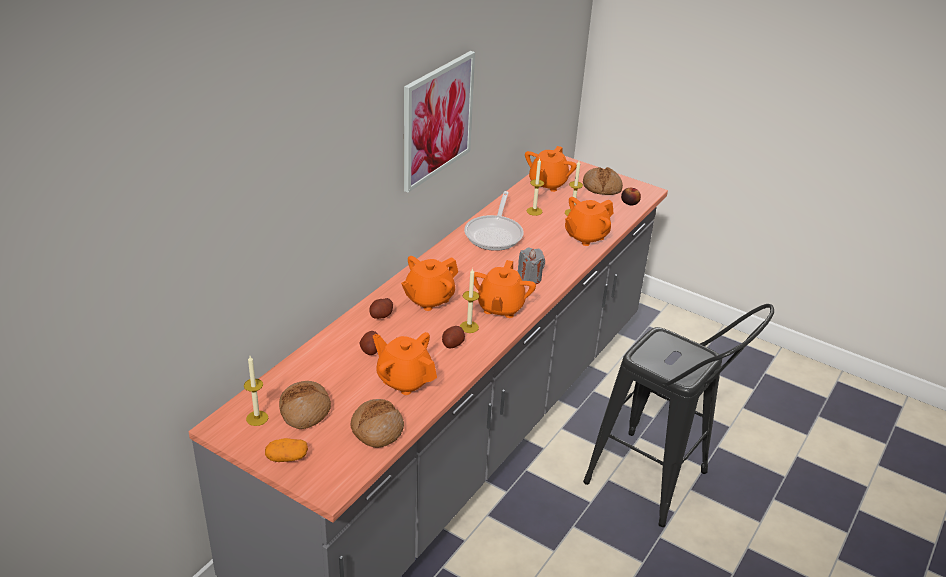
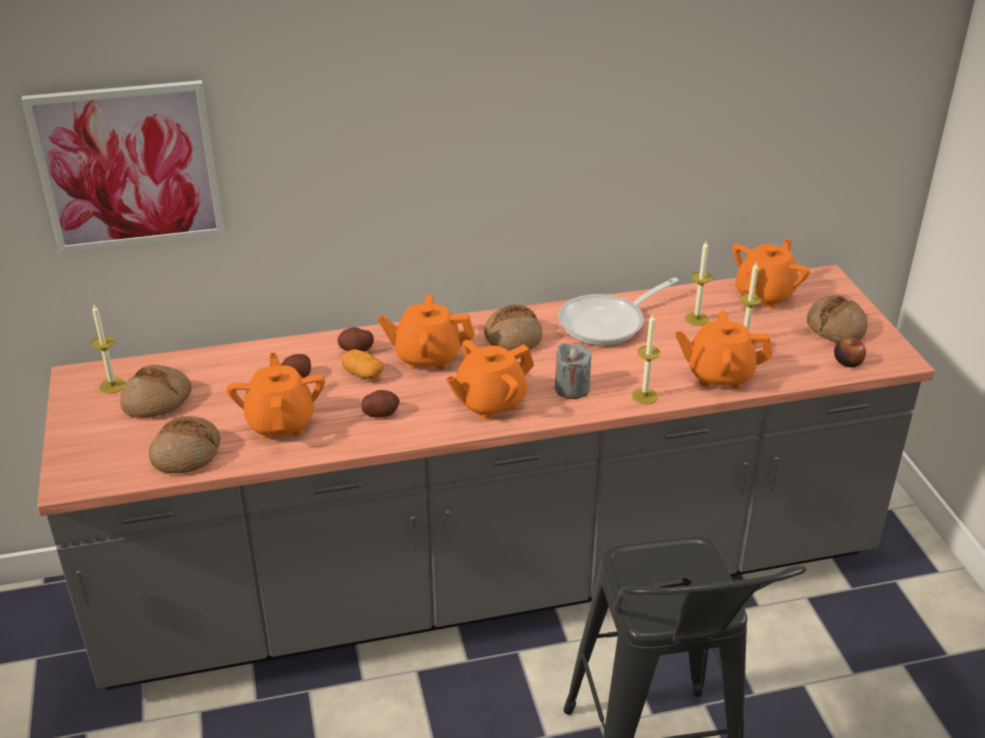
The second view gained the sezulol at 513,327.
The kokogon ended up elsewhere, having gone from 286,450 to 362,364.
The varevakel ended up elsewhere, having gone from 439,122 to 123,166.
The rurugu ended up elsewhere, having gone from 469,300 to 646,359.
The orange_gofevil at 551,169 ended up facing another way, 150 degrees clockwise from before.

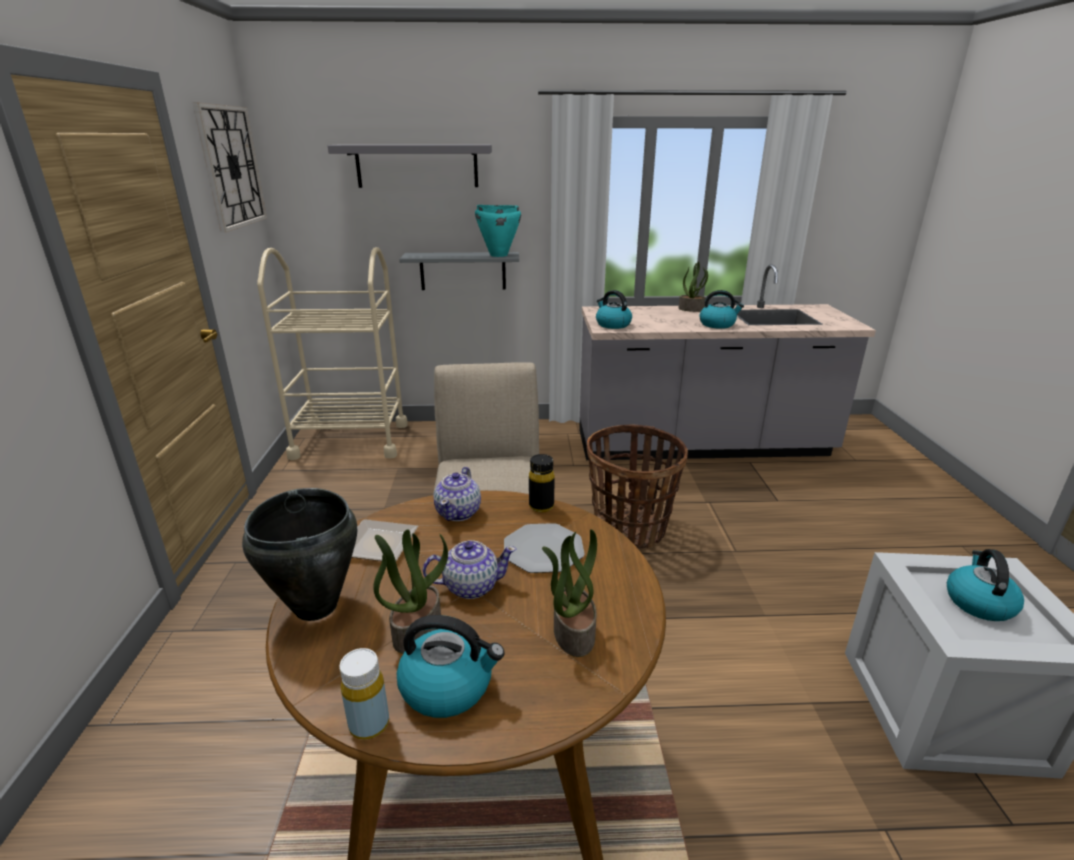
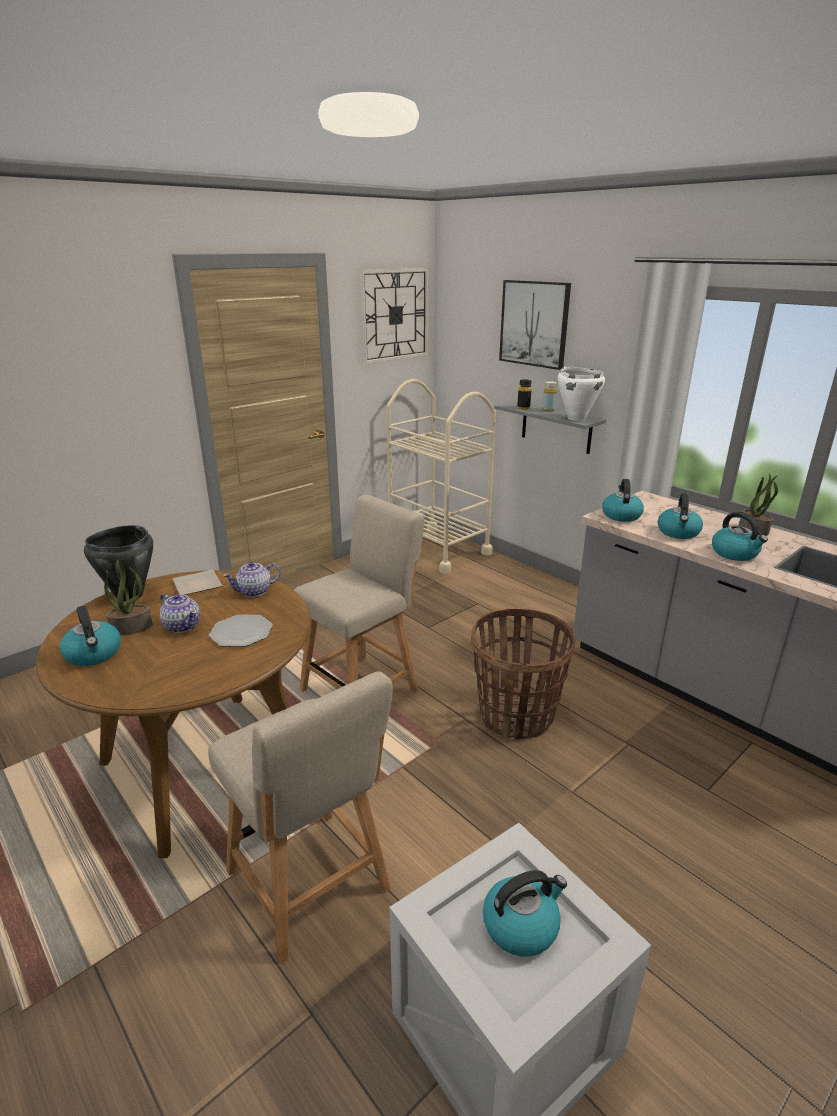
The second view lost the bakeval at 569,593.
The second view gained the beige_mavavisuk at 300,817.
The second view gained the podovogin at 680,516.
The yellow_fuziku ended up elsewhere, having gone from 364,694 to 549,396.
The black_fuziku ended up elsewhere, having gone from 542,483 to 524,394.
Where the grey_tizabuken hung at 410,166, the varevakel came to hang at 535,325.
What was the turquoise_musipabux at 498,231 turned into the white_musipabux at 581,394.

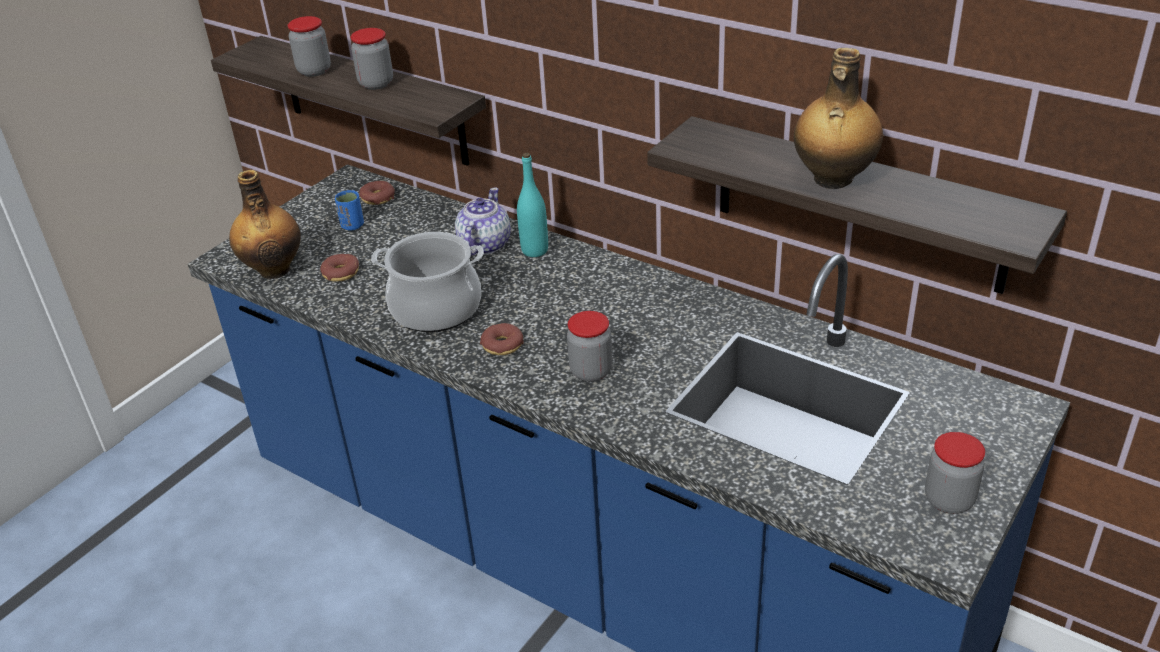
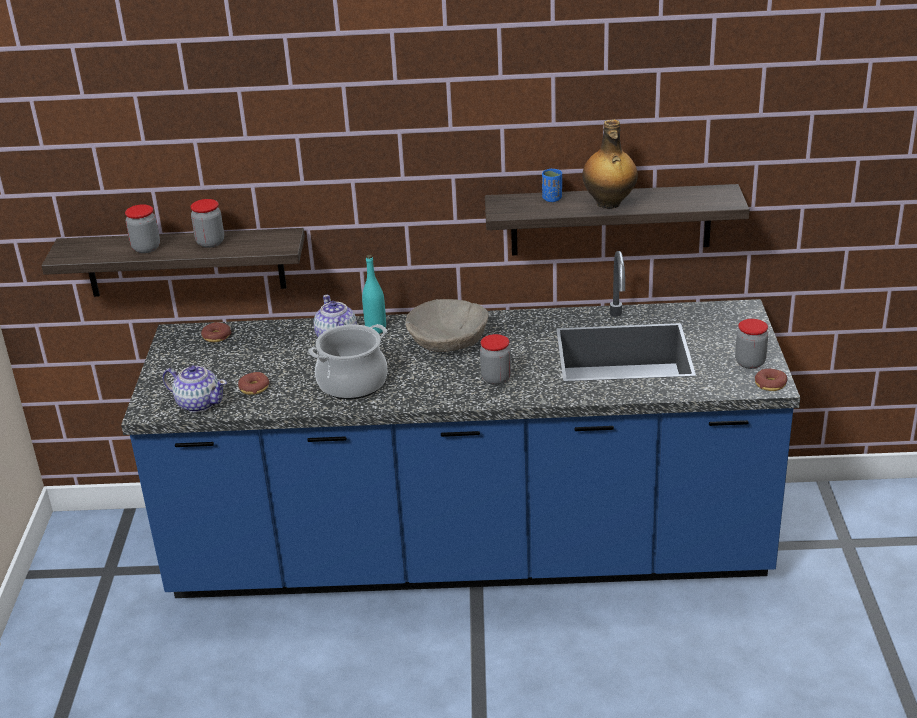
The second view gained the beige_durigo at 447,325.
The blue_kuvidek ended up elsewhere, having gone from 349,210 to 552,185.
The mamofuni ended up elsewhere, having gone from 502,339 to 771,380.
Where the fuziku stood at 265,224, the gofevil came to stand at 195,388.

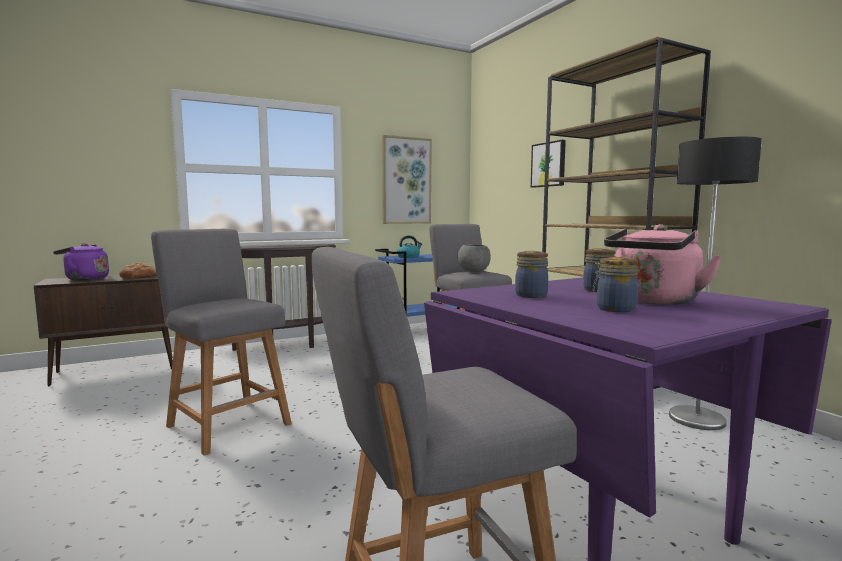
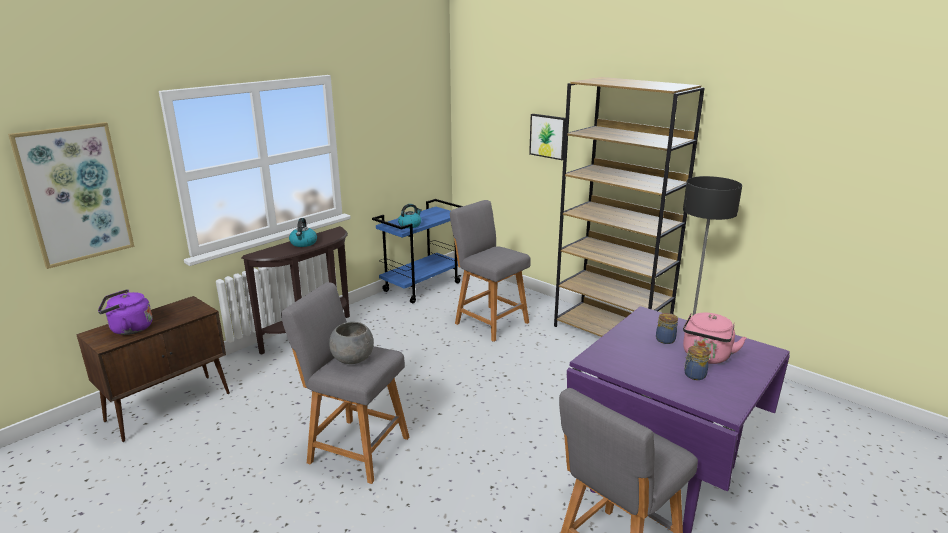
The second view lost the sezulol at 138,271.
The second view lost the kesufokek at 531,274.
The second view gained the podovogin at 303,232.
The varevakel ended up elsewhere, having gone from 407,179 to 71,195.
The grey_durigo ended up elsewhere, having gone from 474,258 to 351,343.

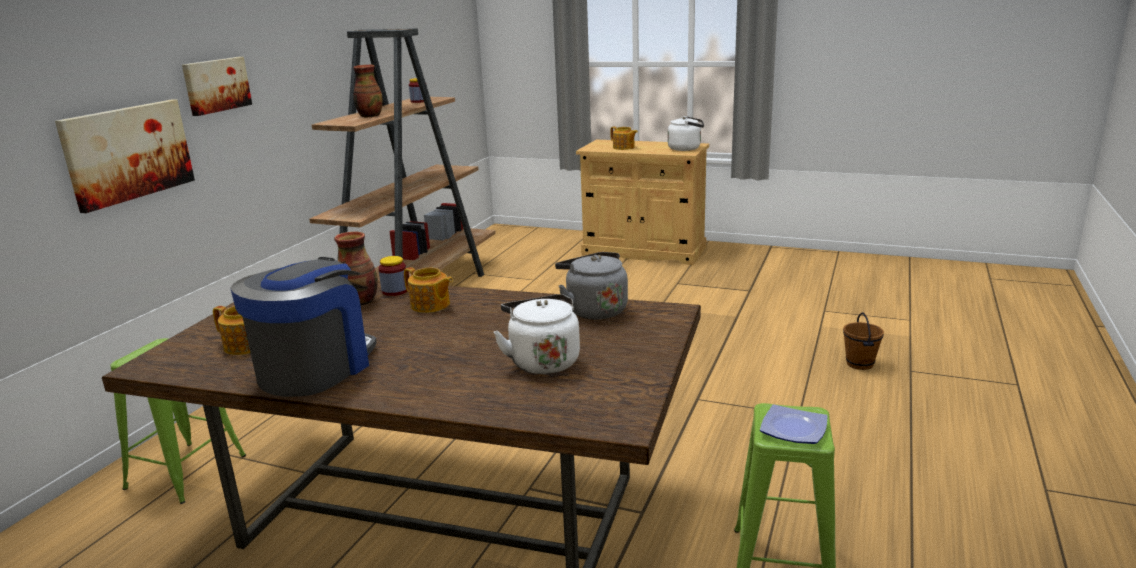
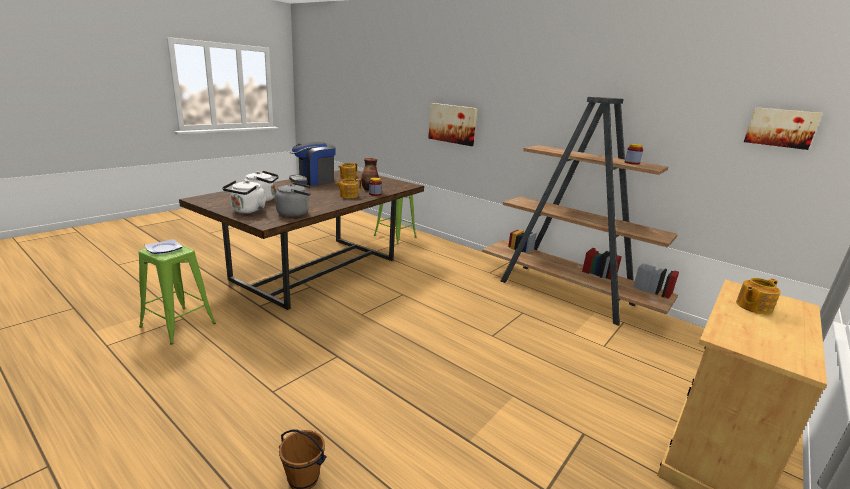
The second view lost the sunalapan at 368,91.
The varevakel ended up elsewhere, having gone from 217,86 to 783,128.
The white_podovogin ended up elsewhere, having gone from 686,133 to 244,197.
The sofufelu at 303,327 ended up facing another way, 105 degrees clockwise from before.

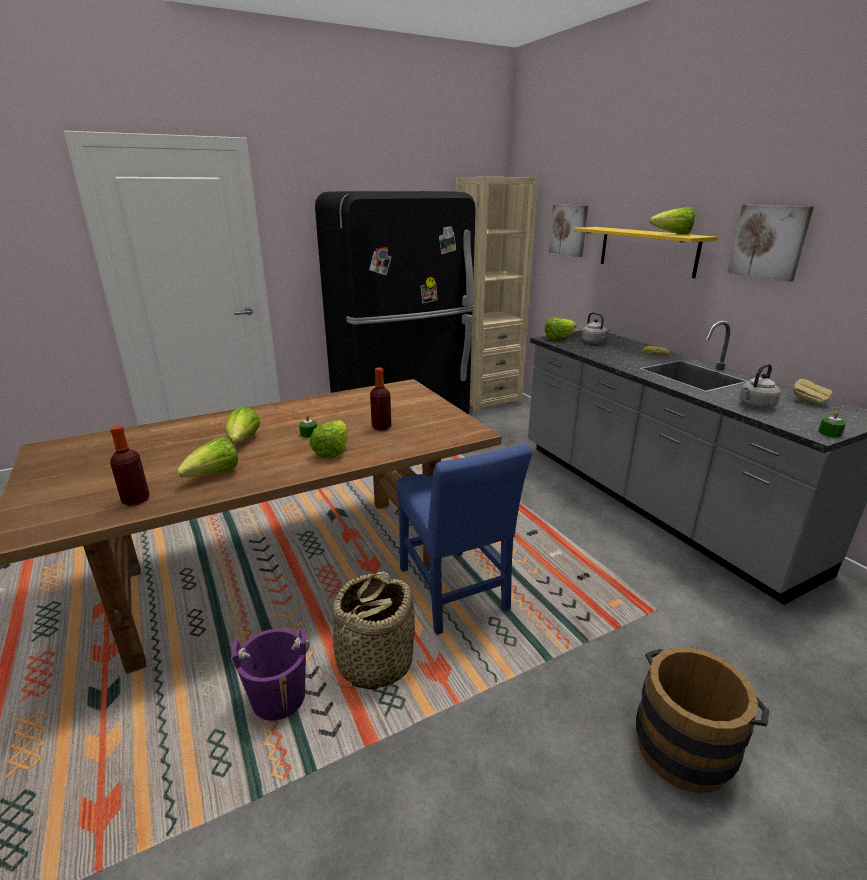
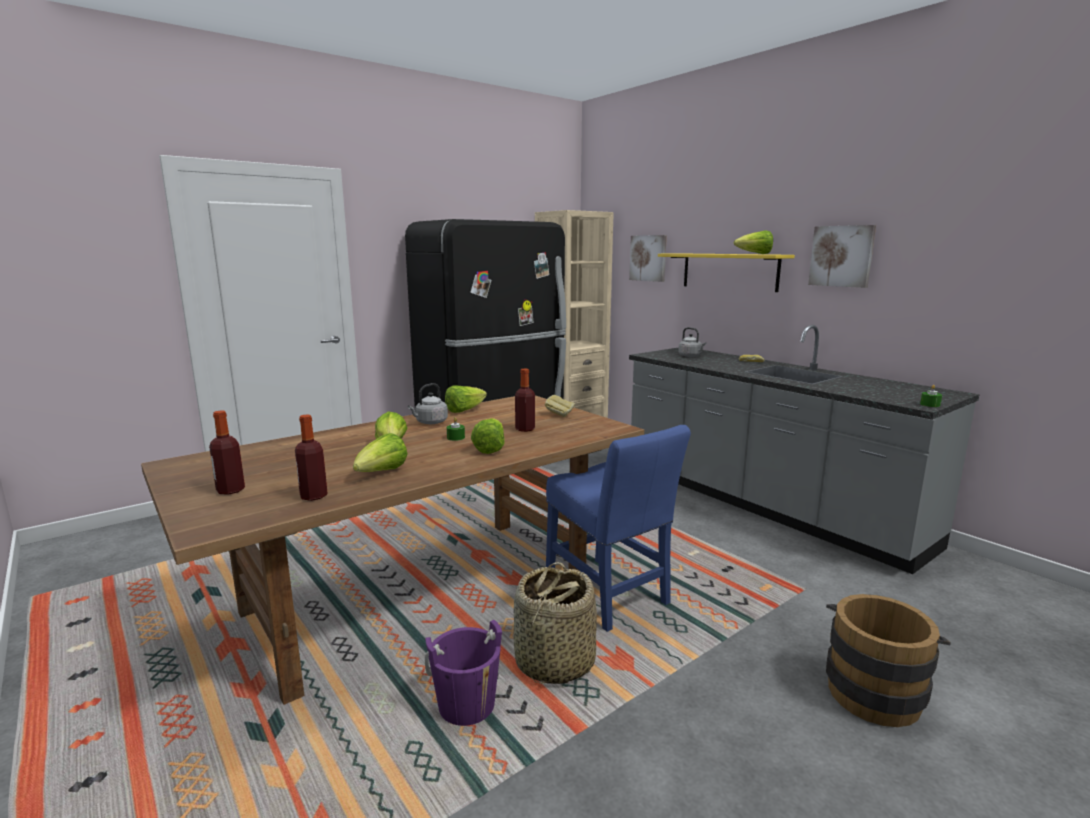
The second view gained the fuziku at 227,452.
The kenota ended up elsewhere, having gone from 561,328 to 466,399.
The grey_podovogin ended up elsewhere, having gone from 760,386 to 428,403.
The sezulol ended up elsewhere, having gone from 812,392 to 560,406.

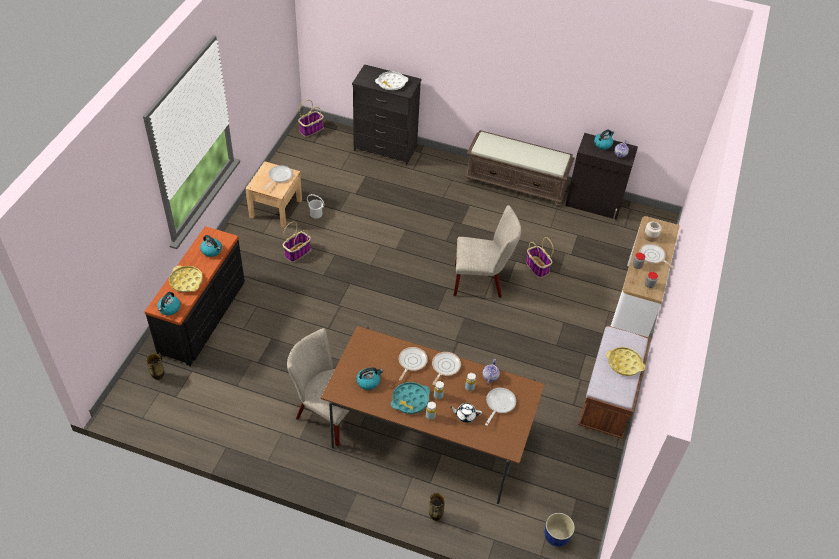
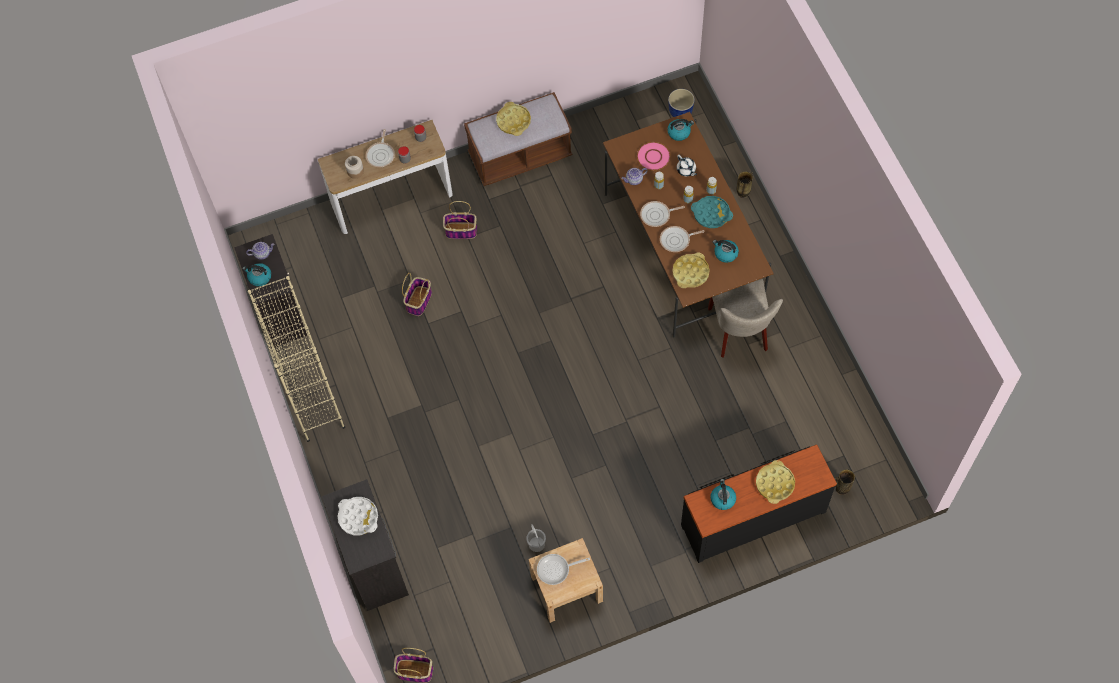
The second view lost the beige_mavavisuk at 487,251.
The second view gained the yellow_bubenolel at 691,270.
The podovogin ended up elsewhere, having gone from 169,303 to 680,130.
The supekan ended up elsewhere, having gone from 297,242 to 460,220.
Where the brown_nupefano stood at 519,168, the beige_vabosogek came to stand at 296,359.
Where the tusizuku stood at 500,407, the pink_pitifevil came to stand at 653,156.

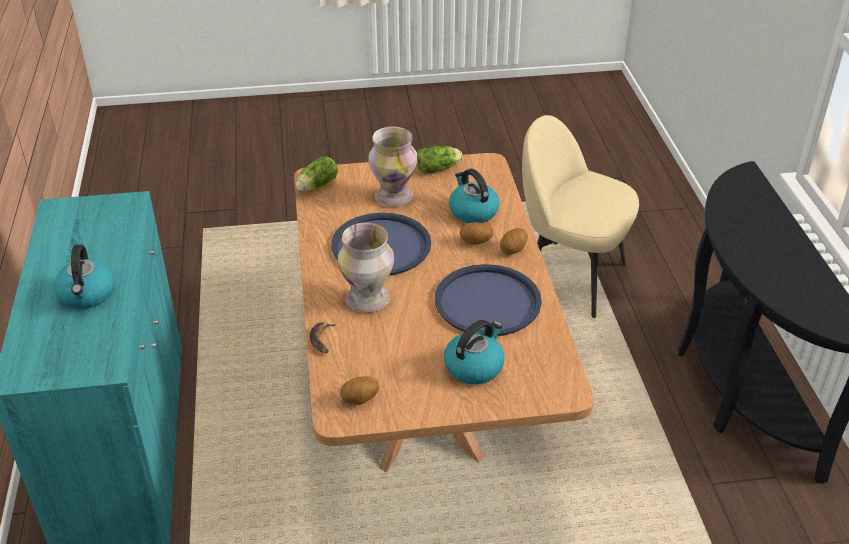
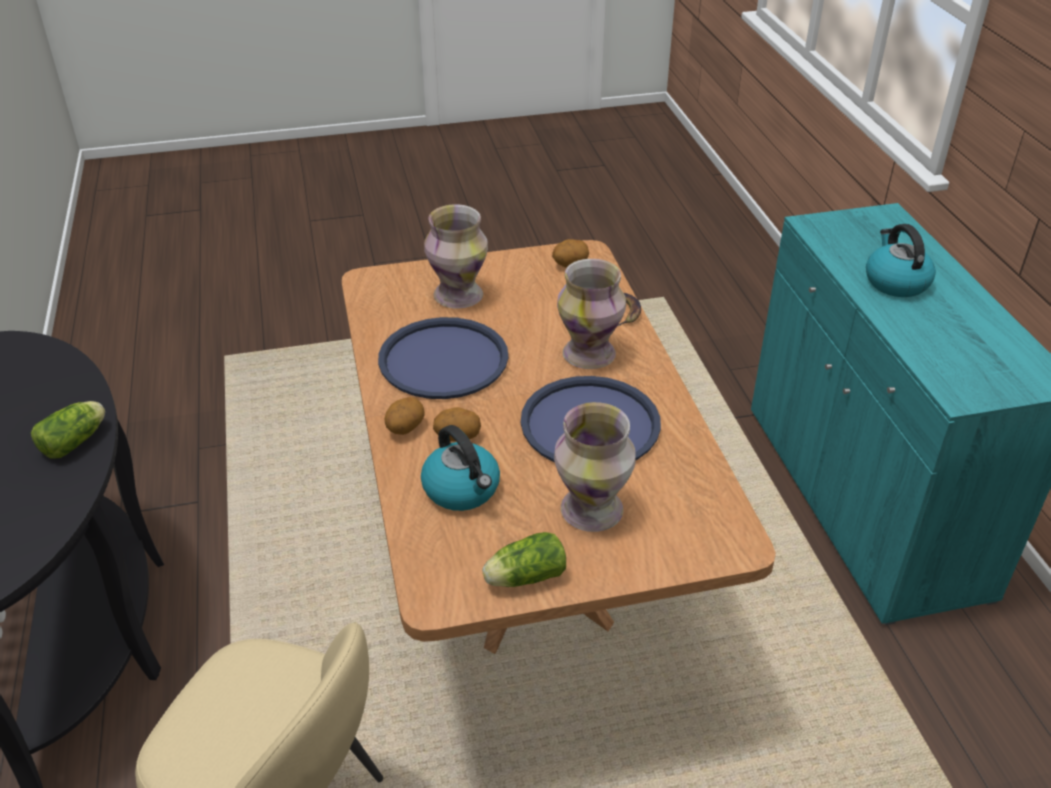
The kenota ended up elsewhere, having gone from 317,174 to 68,430.
Where the podovogin stood at 474,352, the sunalapan came to stand at 456,256.

